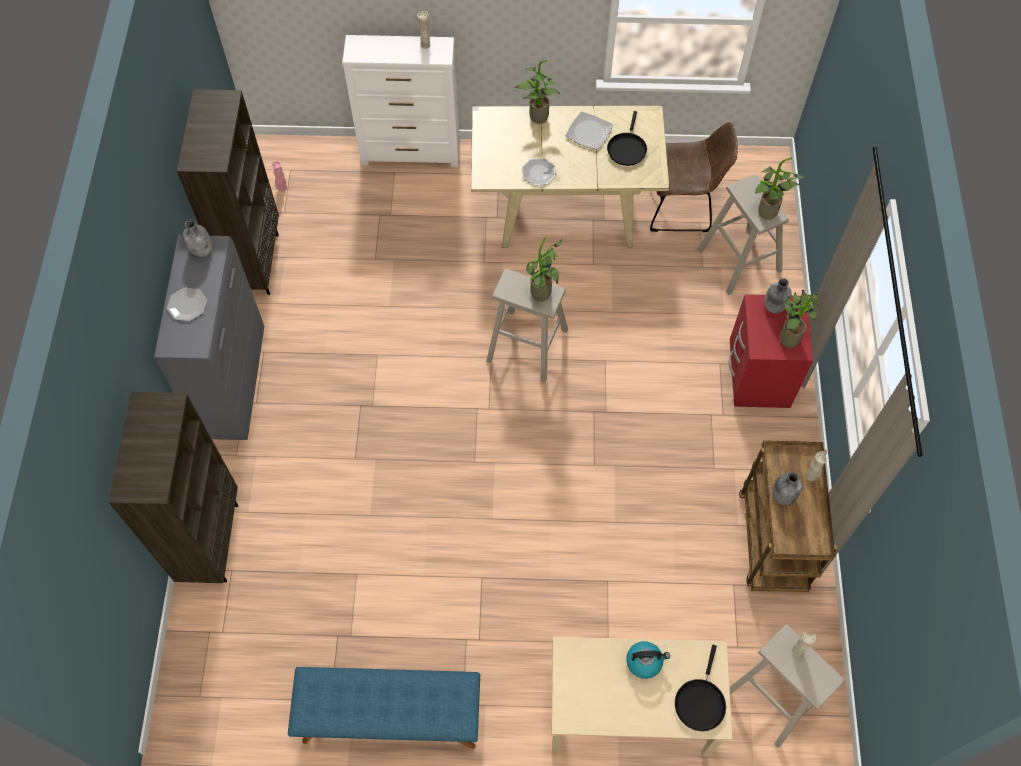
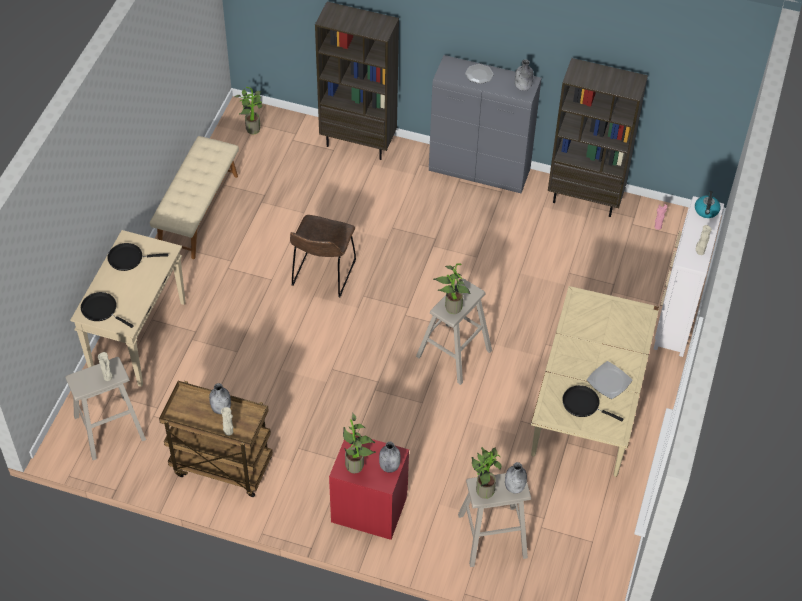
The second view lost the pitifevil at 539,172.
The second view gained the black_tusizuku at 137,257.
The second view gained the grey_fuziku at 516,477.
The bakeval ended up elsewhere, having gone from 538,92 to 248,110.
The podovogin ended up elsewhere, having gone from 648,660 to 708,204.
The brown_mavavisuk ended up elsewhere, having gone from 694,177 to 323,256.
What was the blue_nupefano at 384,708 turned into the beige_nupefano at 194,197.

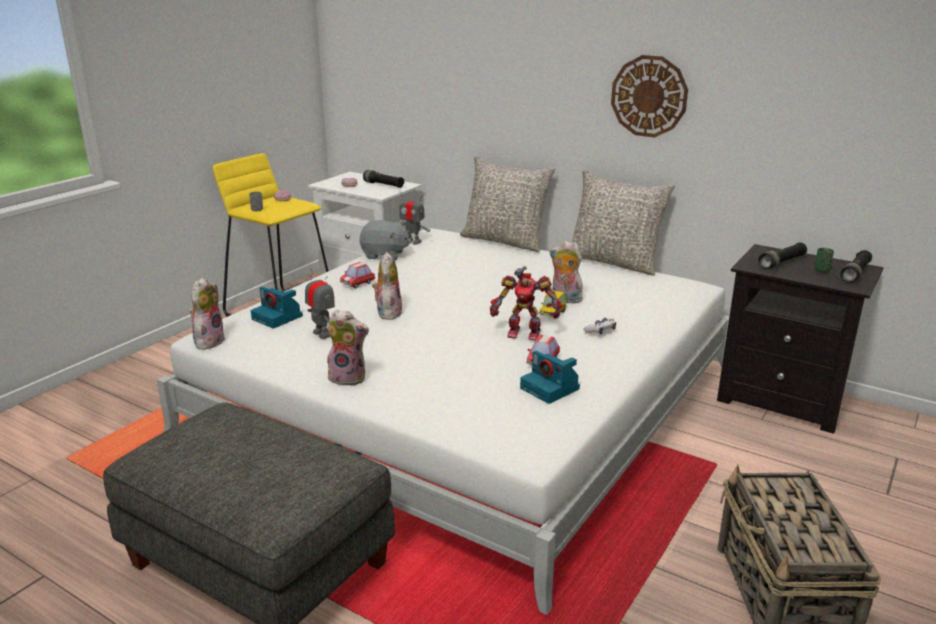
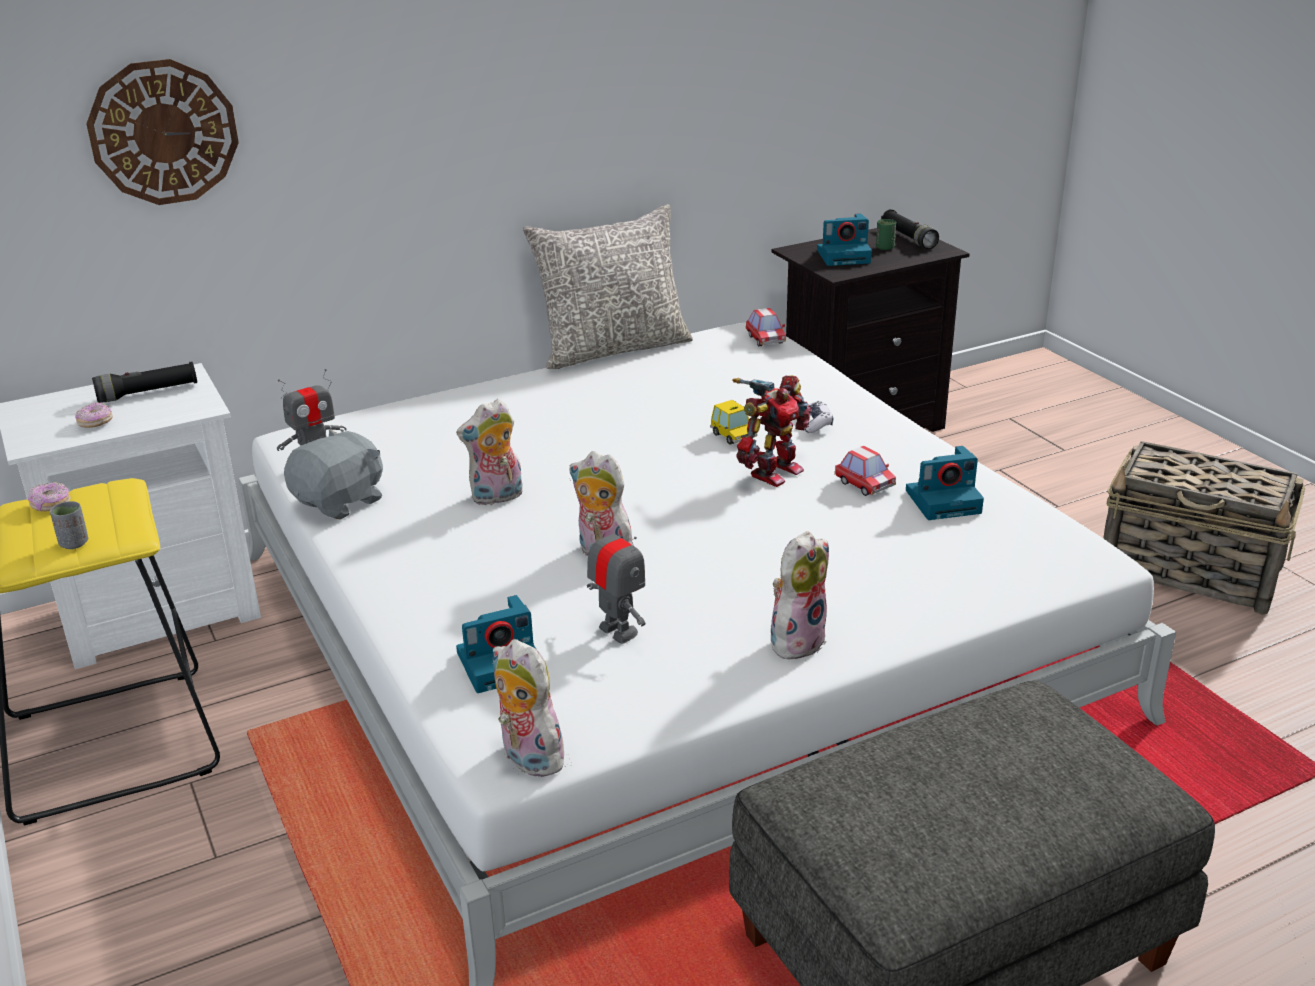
The second view lost the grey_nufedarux at 507,204.
The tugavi ended up elsewhere, having gone from 357,275 to 766,327.
The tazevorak ended up elsewhere, having gone from 566,272 to 489,452.
The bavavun ended up elsewhere, having gone from 649,96 to 162,132.
Where the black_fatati stood at 782,255, the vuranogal came to stand at 844,239.
The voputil at 320,304 ended up facing another way, 60 degrees clockwise from before.

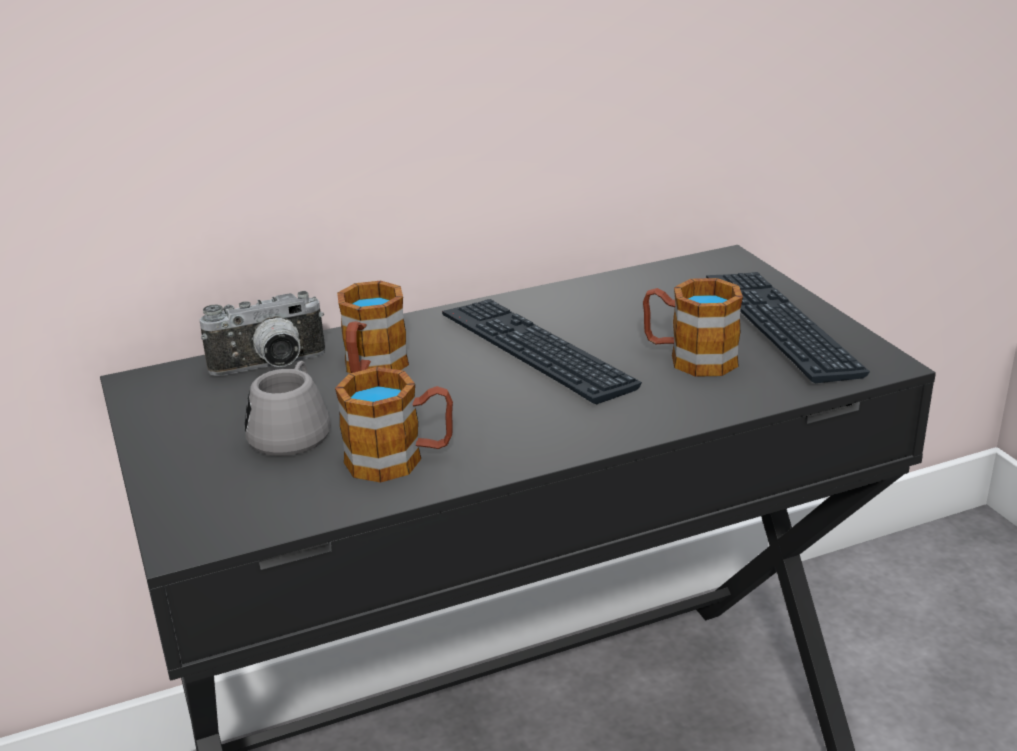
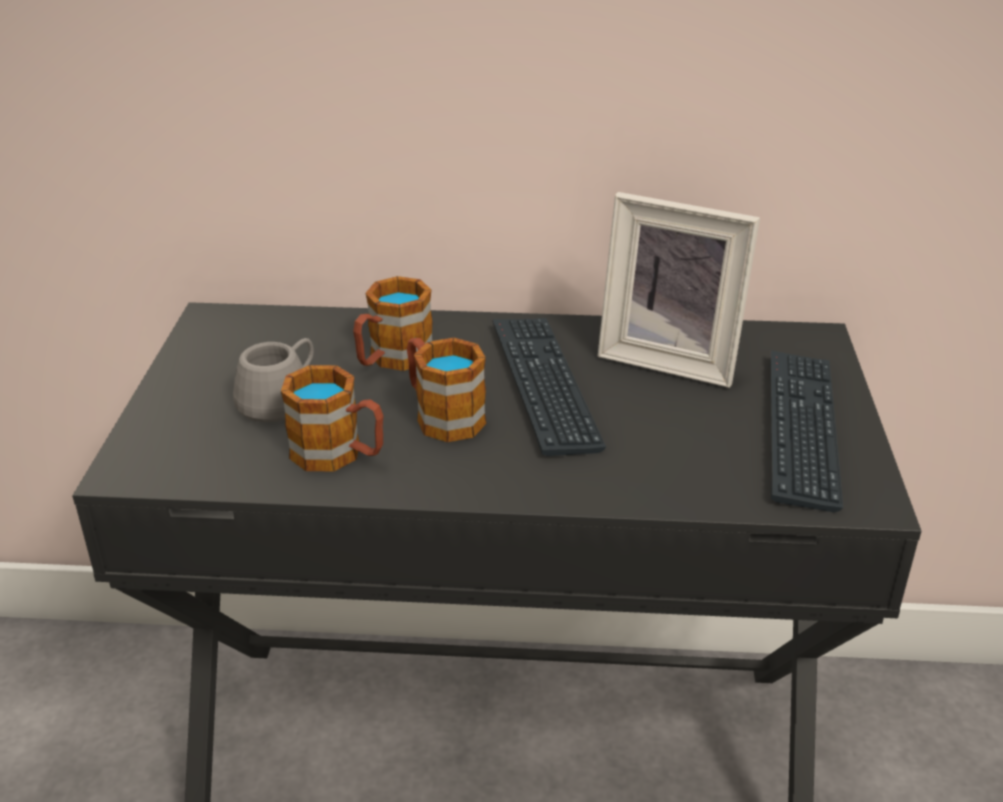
The second view lost the vuranogal at 262,333.
The second view gained the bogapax at 678,290.
The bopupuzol ended up elsewhere, having gone from 693,327 to 447,390.

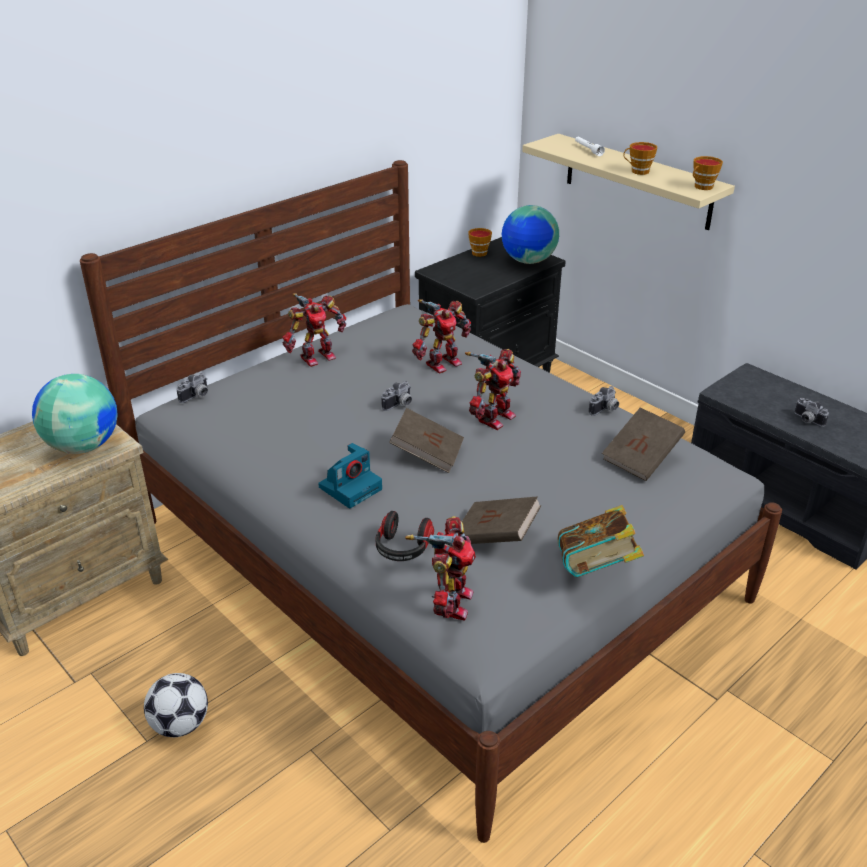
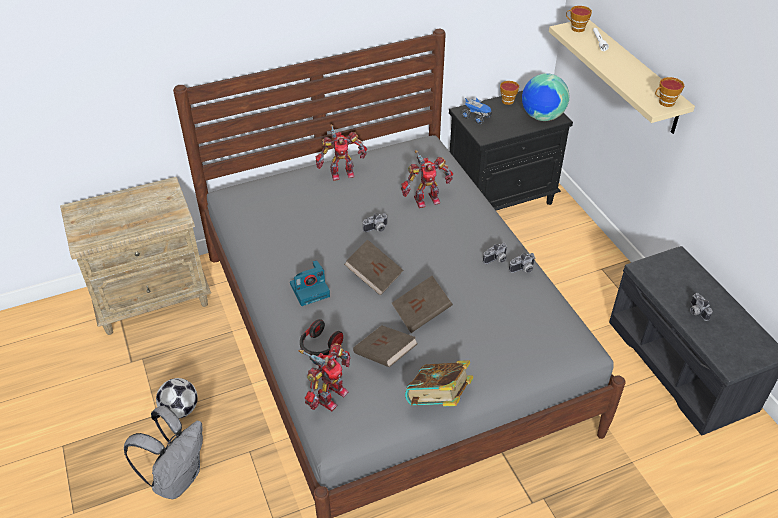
The second view lost the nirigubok at 75,414.
The second view lost the voputil at 493,389.
The second view gained the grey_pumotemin at 163,453.
The second view gained the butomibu at 477,110.
The vuranogal ended up elsewhere, having gone from 192,388 to 495,253.
The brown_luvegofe ended up elsewhere, having gone from 643,444 to 422,304.
The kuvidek ended up elsewhere, having gone from 640,158 to 579,19.

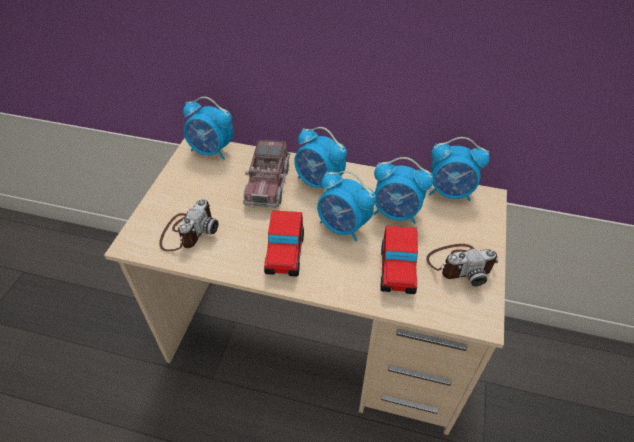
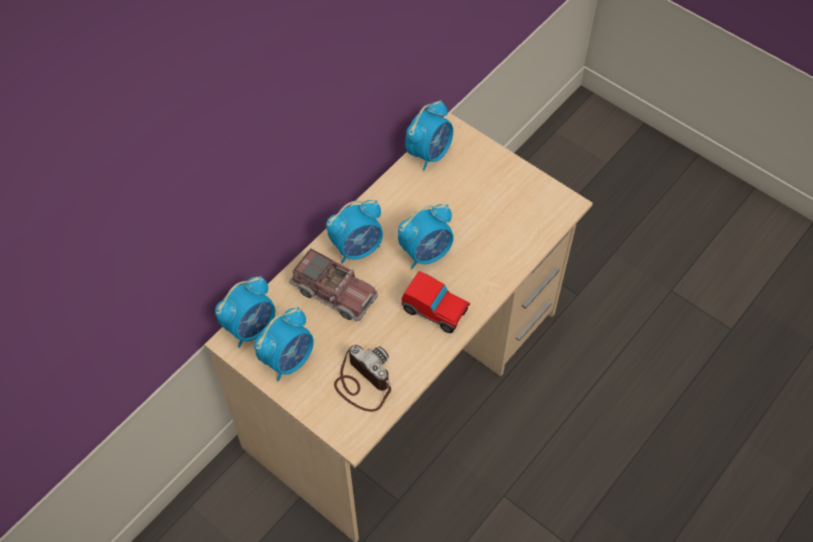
The second view lost the tugavi at 399,259.
The second view lost the vuranogal at 462,265.
The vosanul ended up elsewhere, having gone from 403,190 to 284,344.

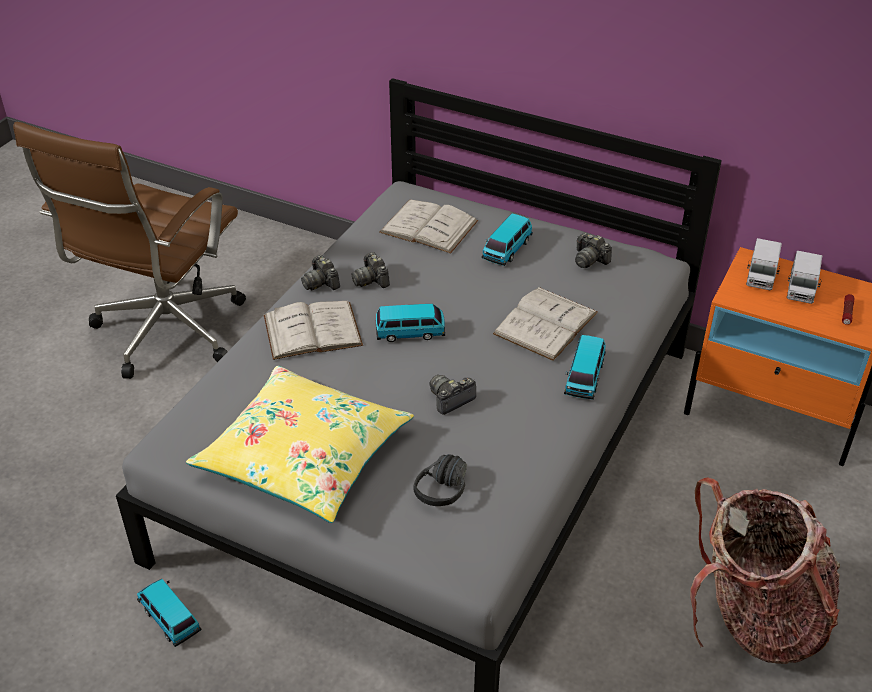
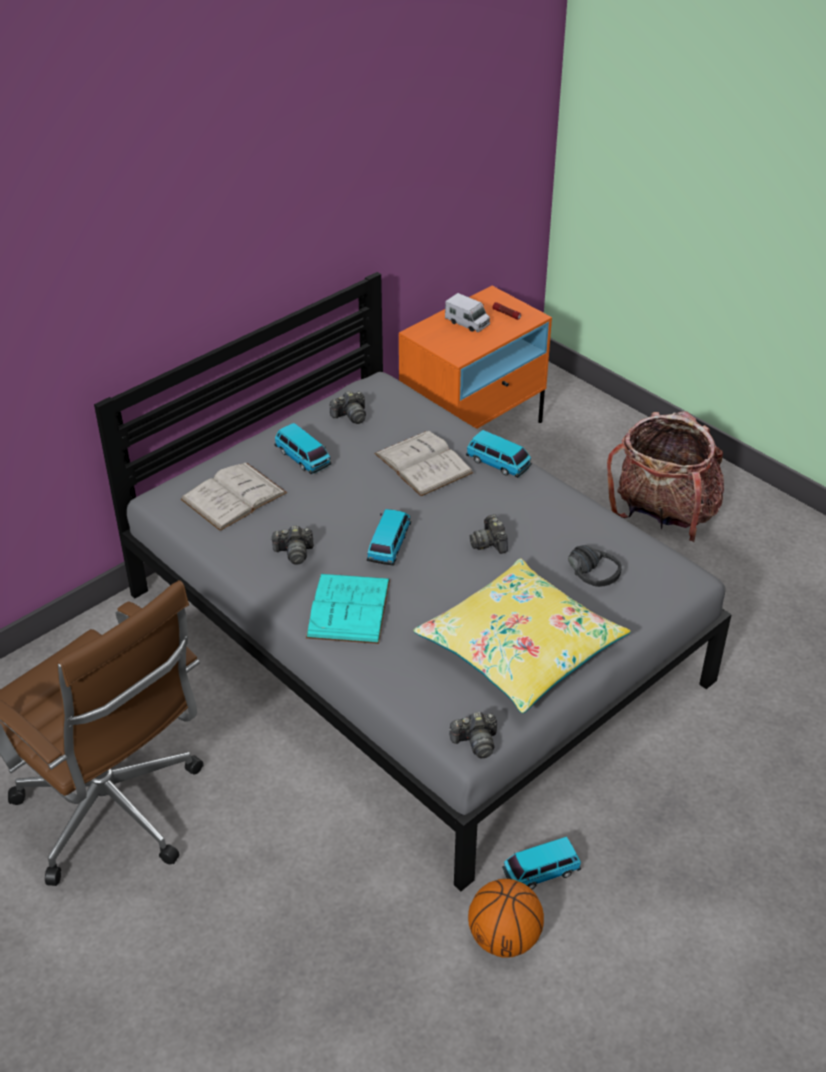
The second view lost the butomibu at 764,264.
The second view gained the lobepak at 506,918.
The vuranogal ended up elsewhere, having gone from 320,272 to 473,735.
What was the white_luvegofe at 313,330 turned into the turquoise_luvegofe at 348,609.

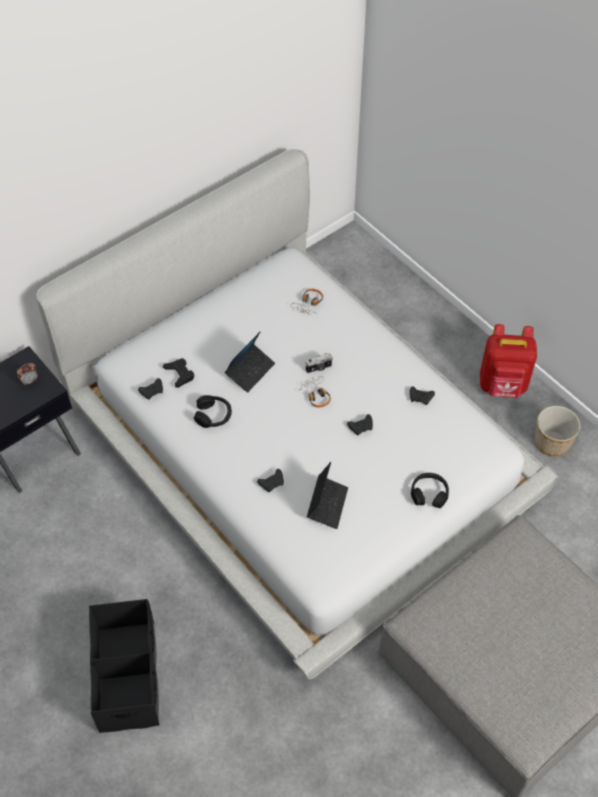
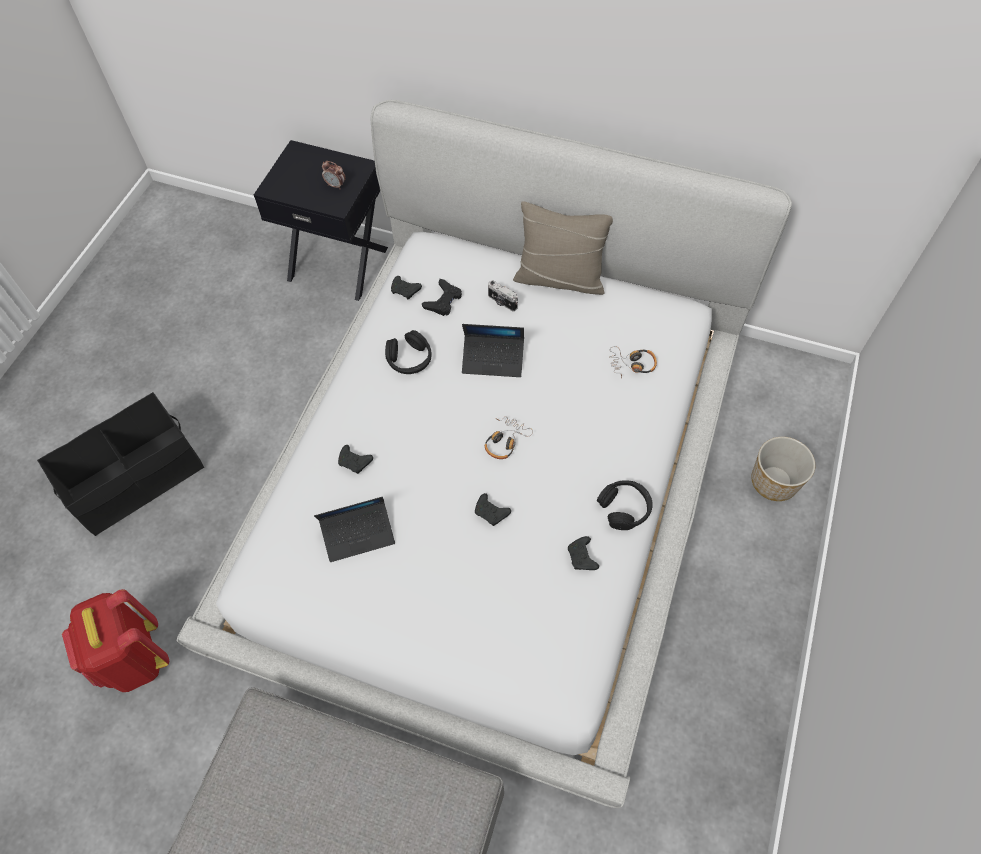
The second view gained the beige_nufedarux at 563,248.
The vuranogal ended up elsewhere, having gone from 319,363 to 503,296.
The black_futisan ended up elsewhere, having gone from 430,490 to 625,505.
The red_pumotemin ended up elsewhere, having gone from 508,361 to 115,640.
The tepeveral ended up elsewhere, having gone from 557,431 to 783,469.

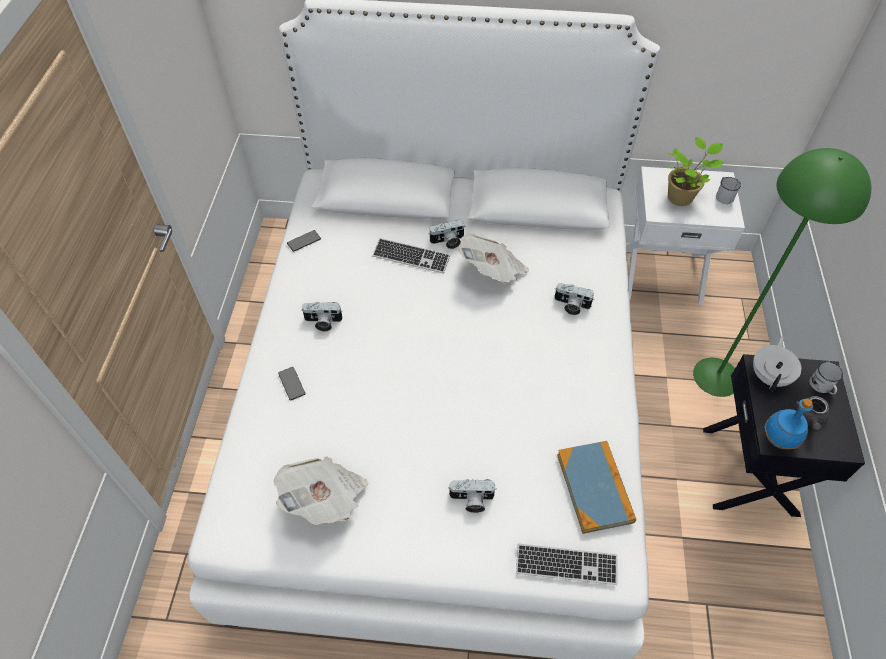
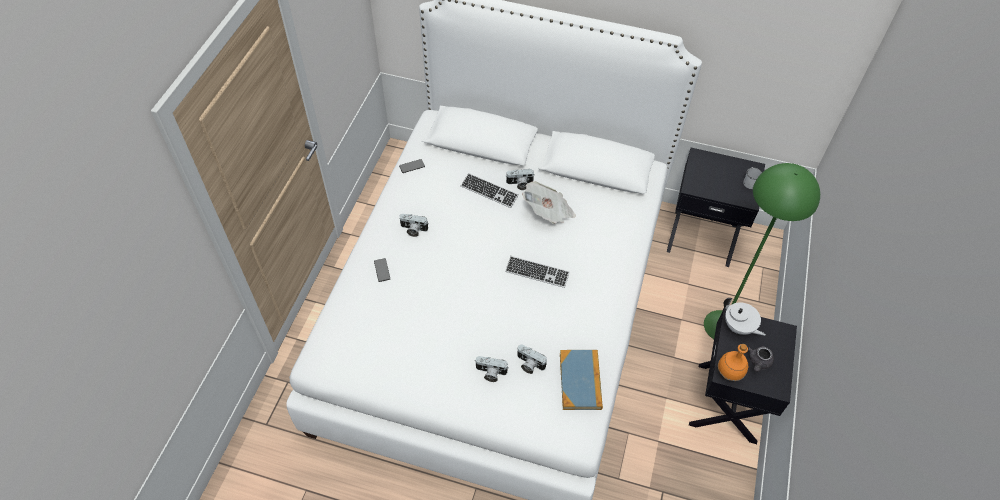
The second view lost the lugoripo at 321,491.
The second view lost the bakeval at 696,171.
The second view lost the white_bopupuzol at 826,378.
The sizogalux ended up elsewhere, having gone from 567,564 to 537,272.
The vuranogal ended up elsewhere, having gone from 574,299 to 532,359.
What was the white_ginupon at 685,236 turned into the black_ginupon at 716,207.
What was the blue_fuziku at 789,424 turned into the orange_fuziku at 733,362.
The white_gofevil at 777,364 ended up facing another way, 105 degrees clockwise from before.

